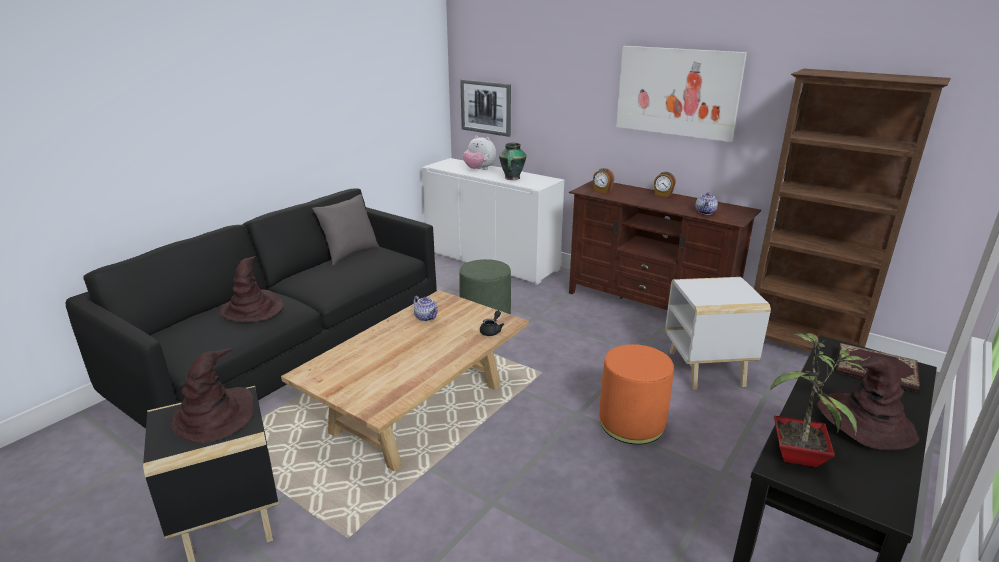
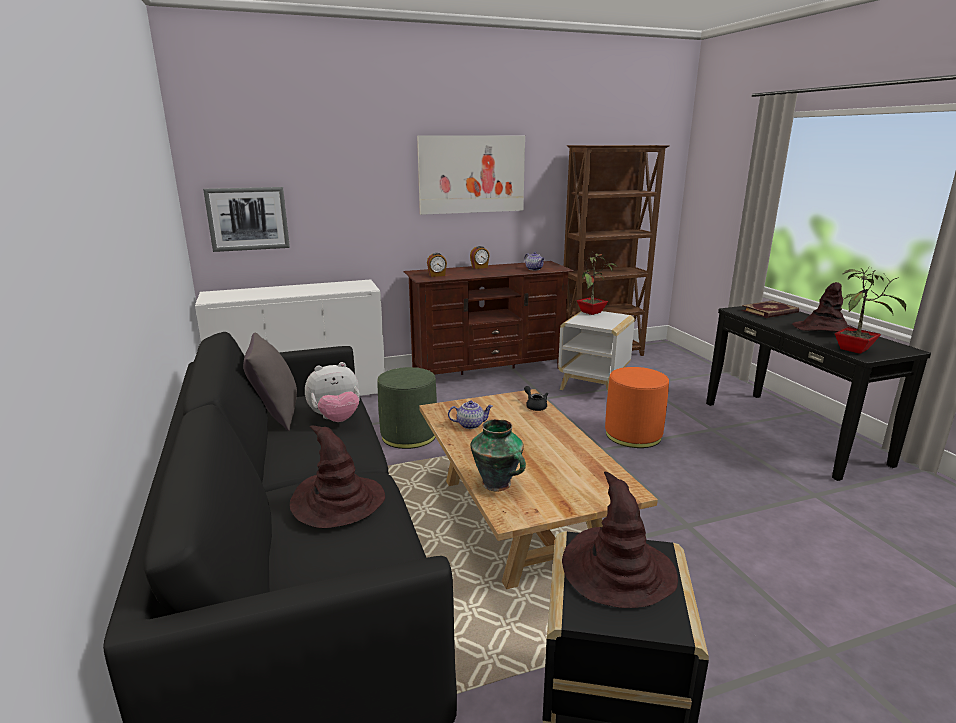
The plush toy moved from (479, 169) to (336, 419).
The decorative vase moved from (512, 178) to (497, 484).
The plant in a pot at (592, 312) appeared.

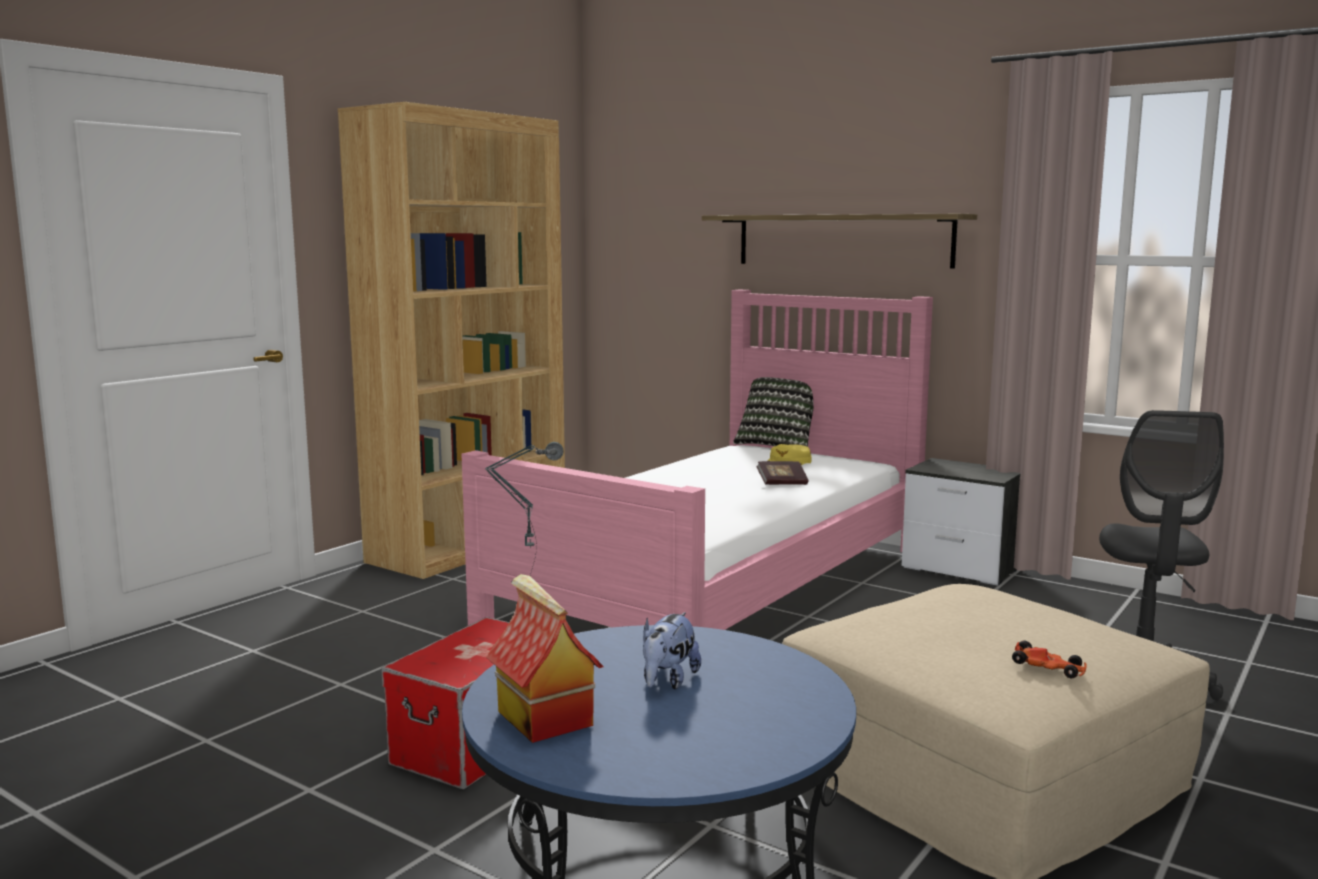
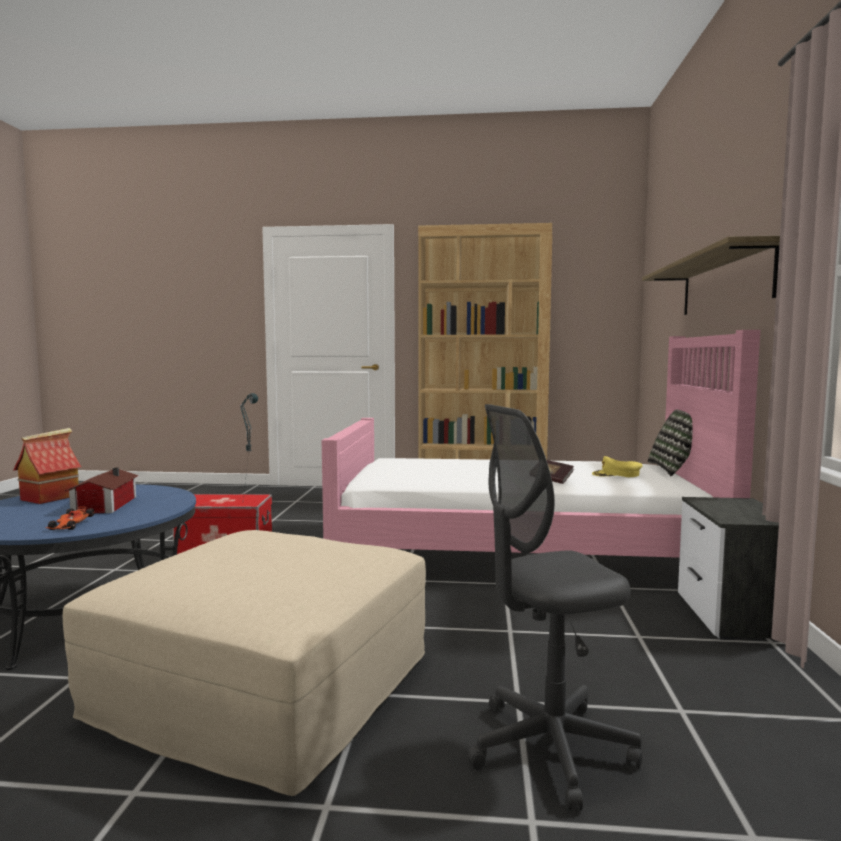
The plush toy at (668, 681) was replaced by the model house at (102, 505).
The model car moved from (1049, 668) to (70, 525).

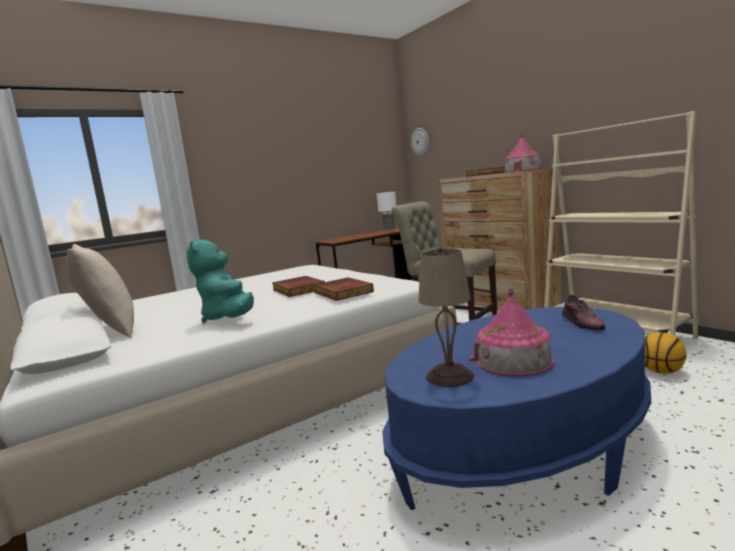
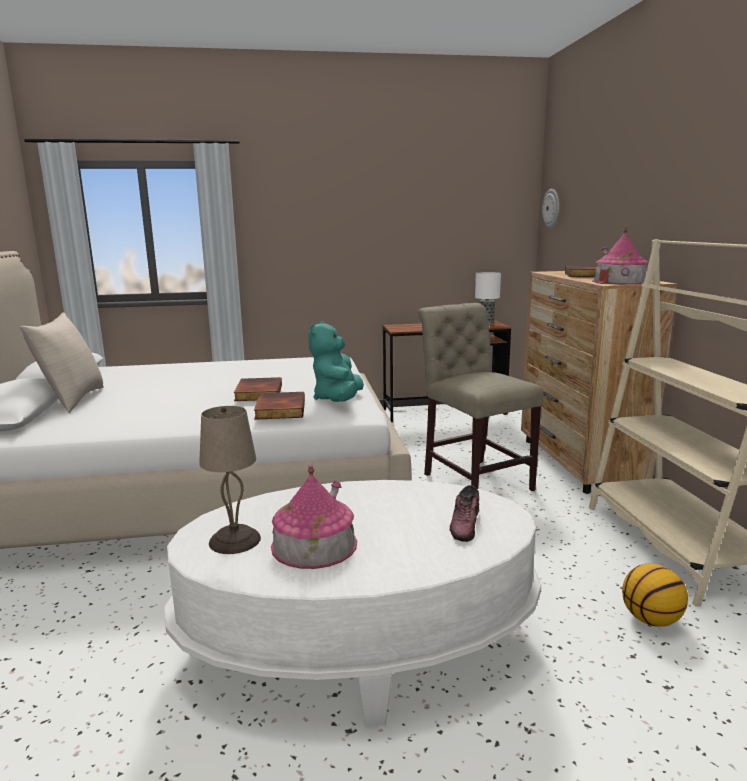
The plush toy/turquoise-coloured moved from (229, 318) to (338, 400).
The lounge table/bluish at (523, 448) became the lounge table/white at (359, 642).

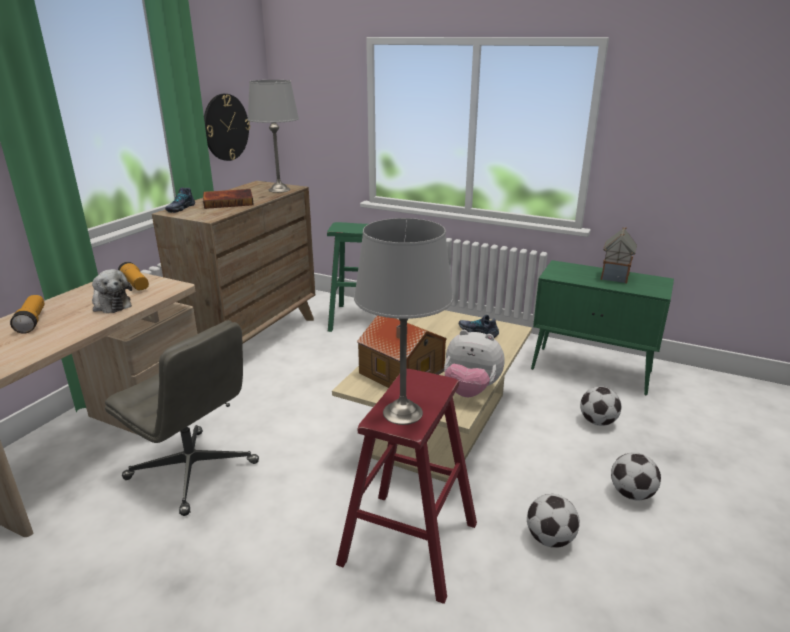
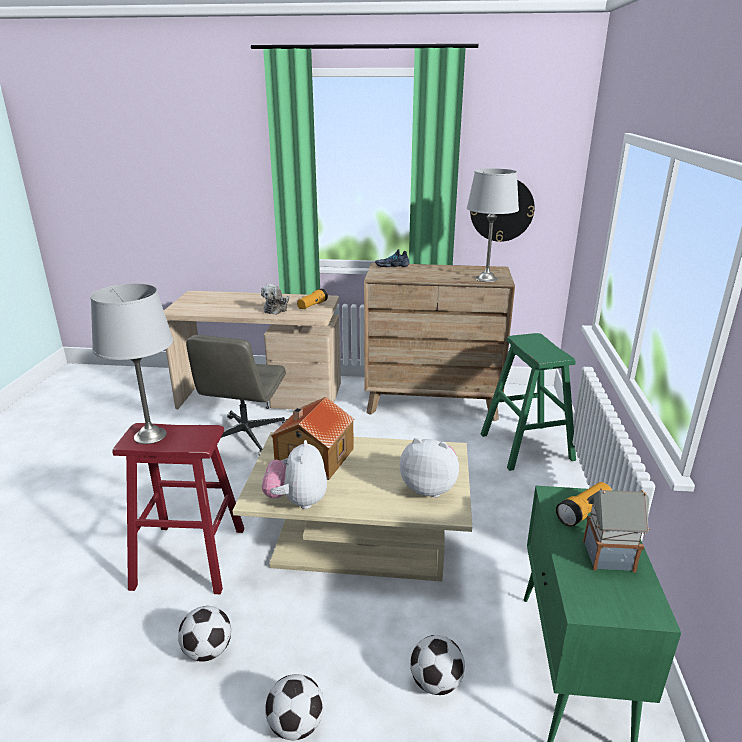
The book at (229, 202) disappeared.
The hand torch moved from (32, 322) to (583, 512).
The low shoe at (478, 331) was replaced by the plush toy at (429, 488).

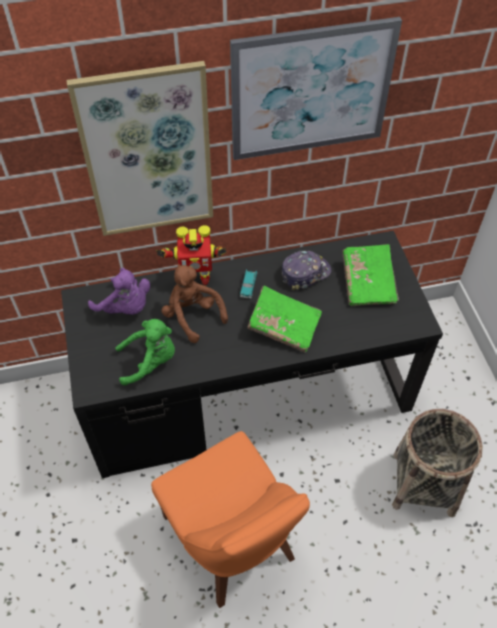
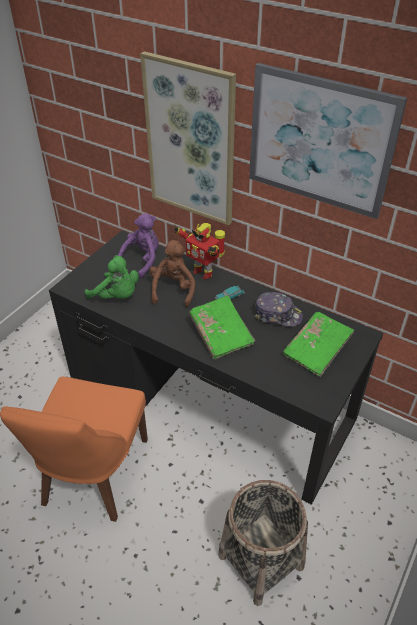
The plush toy/purple at (125, 307) turned 135 degrees counterclockwise.

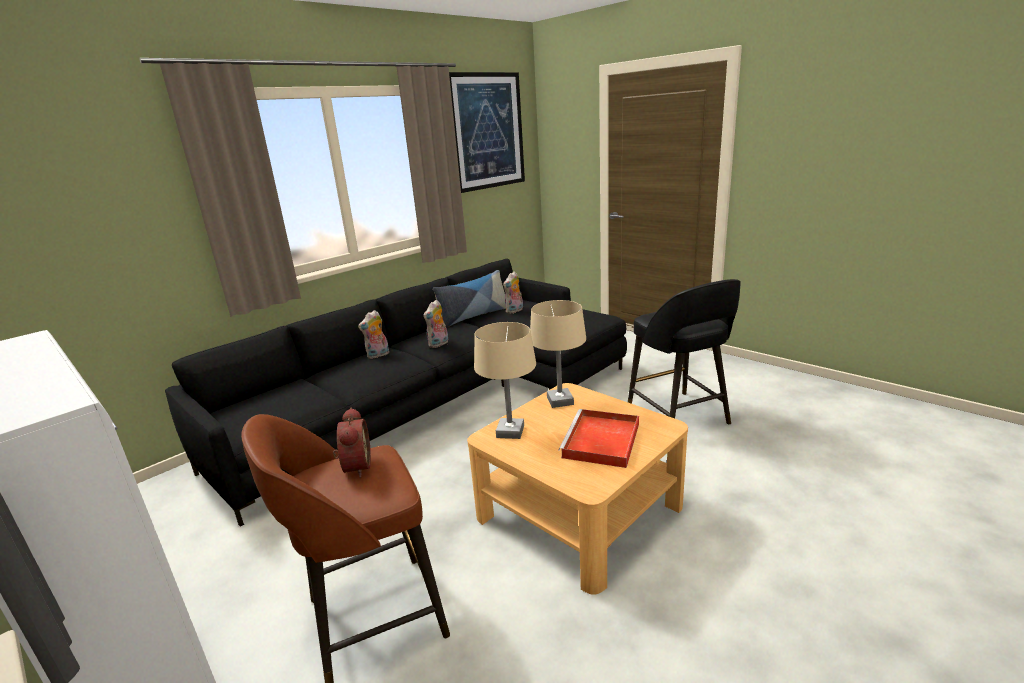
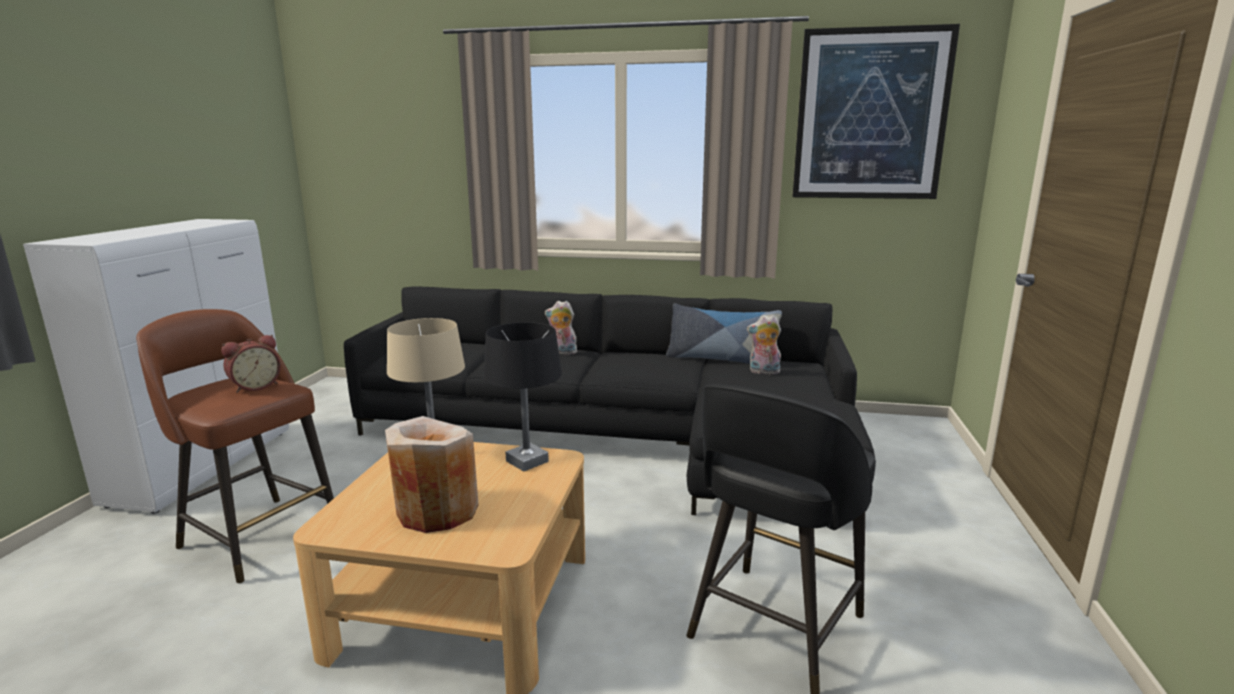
The plush toy at (439, 344) disappeared.
The tabletop lamp/sand-coloured at (560, 401) became the tabletop lamp/blackish at (527, 461).
The serving tray/red-coloured at (601, 442) was replaced by the decorative vase/sand-coloured at (437, 511).

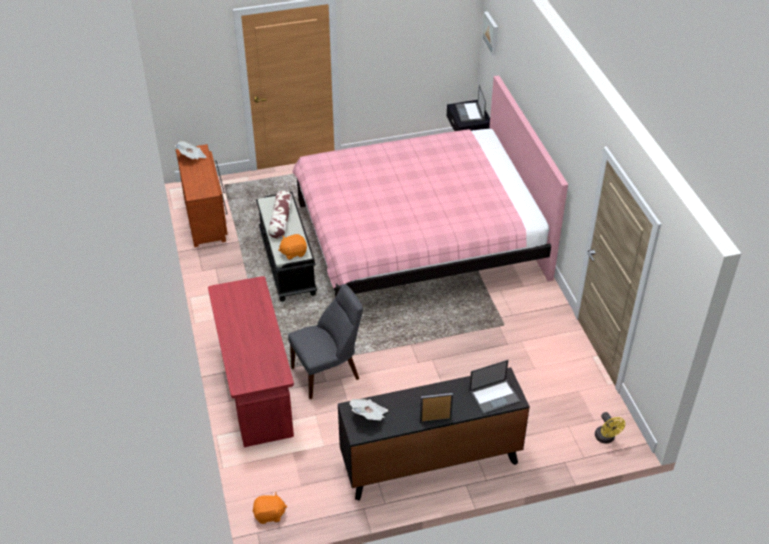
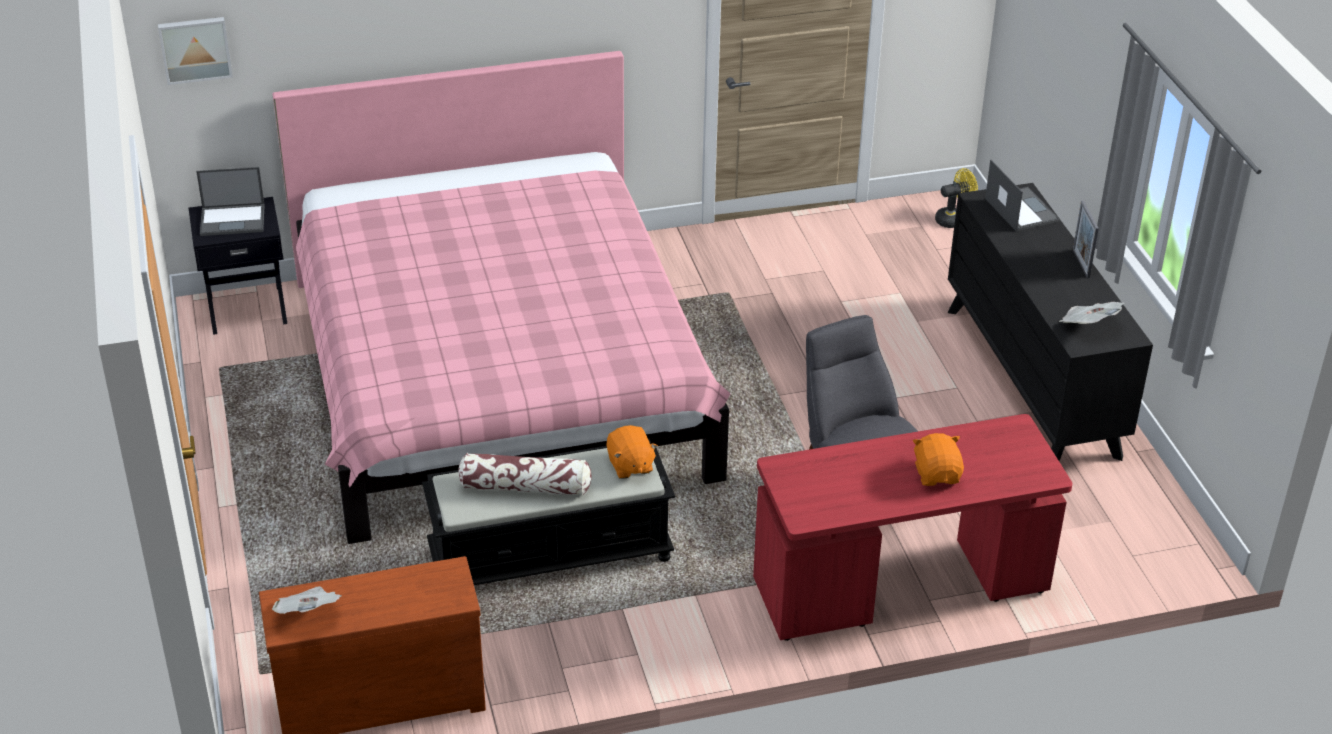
The plush toy/orange moved from (269, 515) to (937, 474).

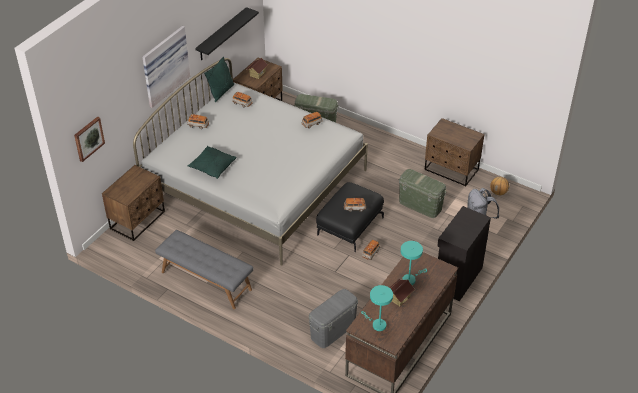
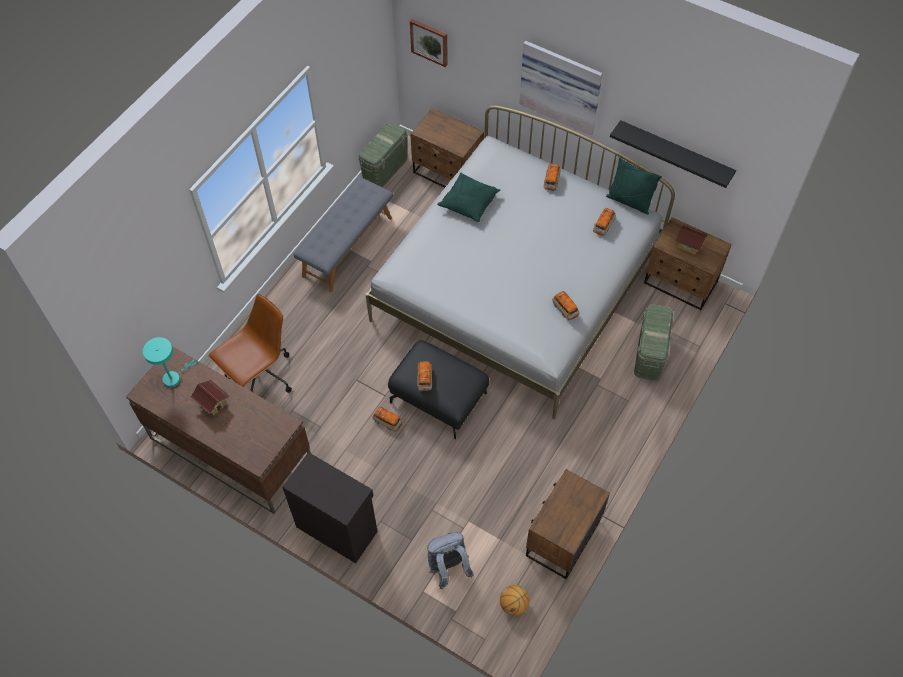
The storage container/green moved from (420, 205) to (385, 169).
The tabletop lamp/turquoise-coloured at (410, 279) disappeared.
The storage container/gray at (333, 330) was replaced by the office chair/brown-coloured at (260, 377).

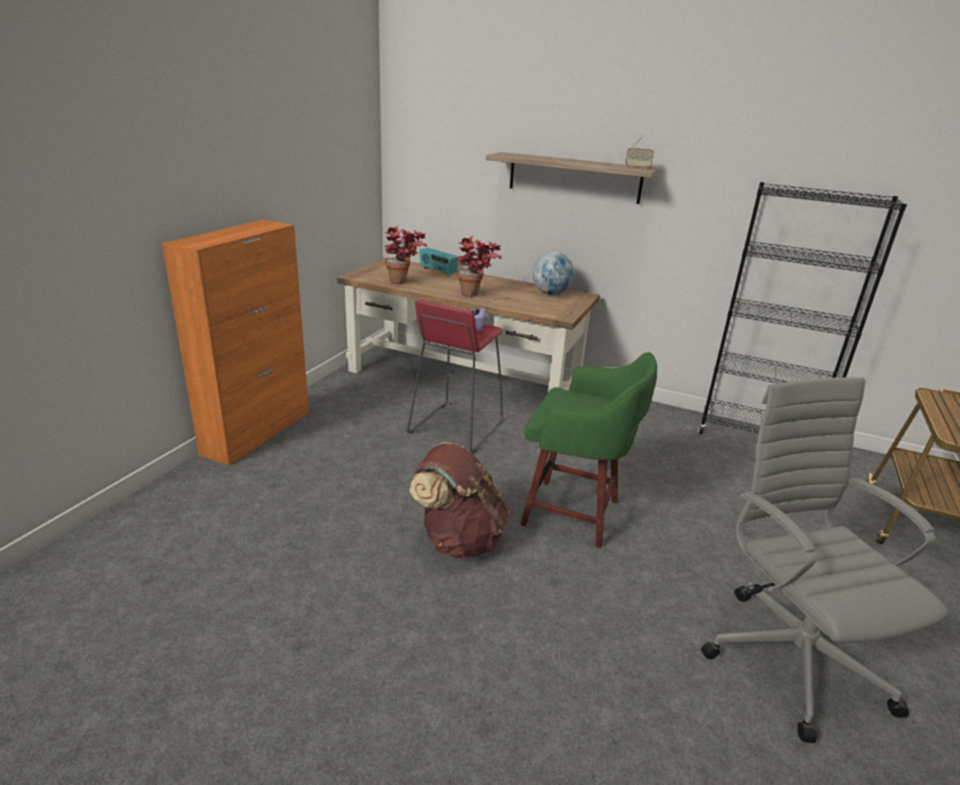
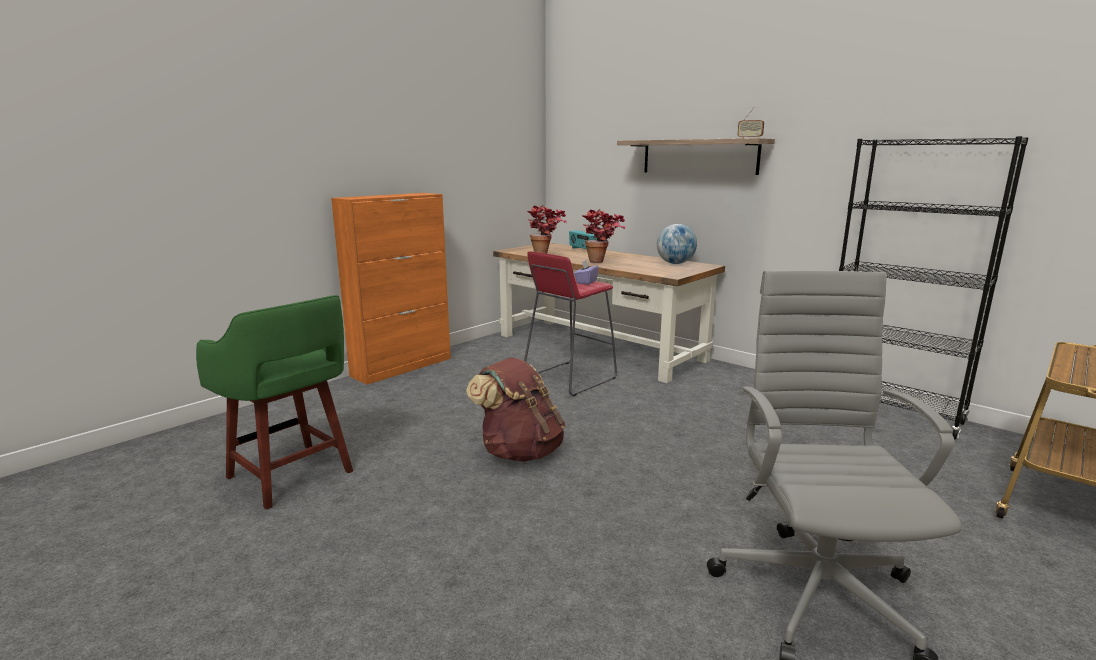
The stool seat/green moved from (574, 513) to (292, 476).

